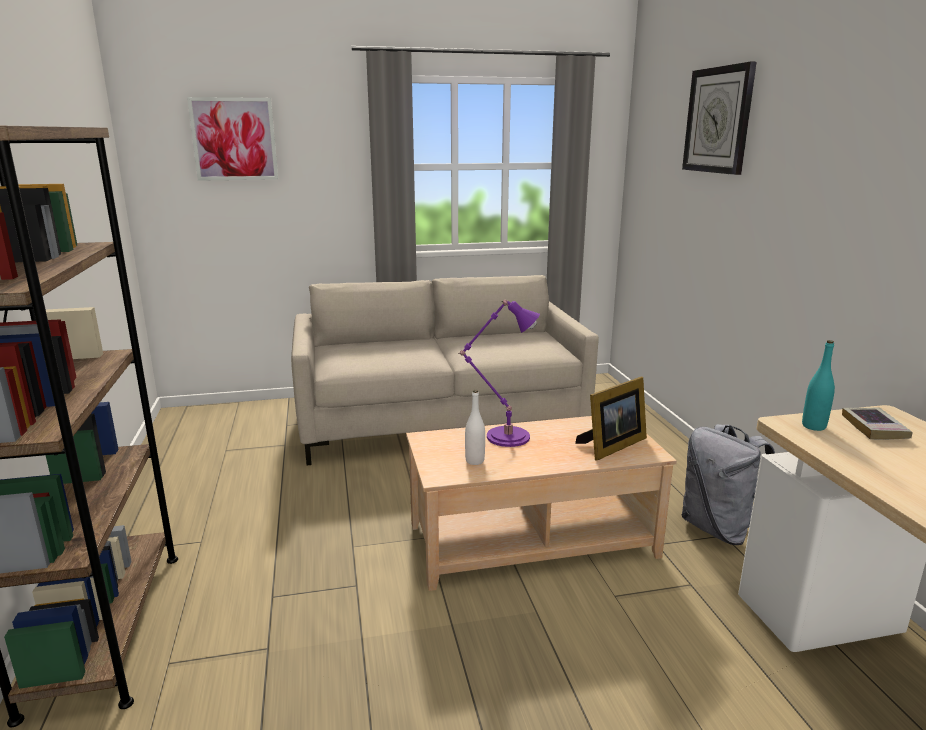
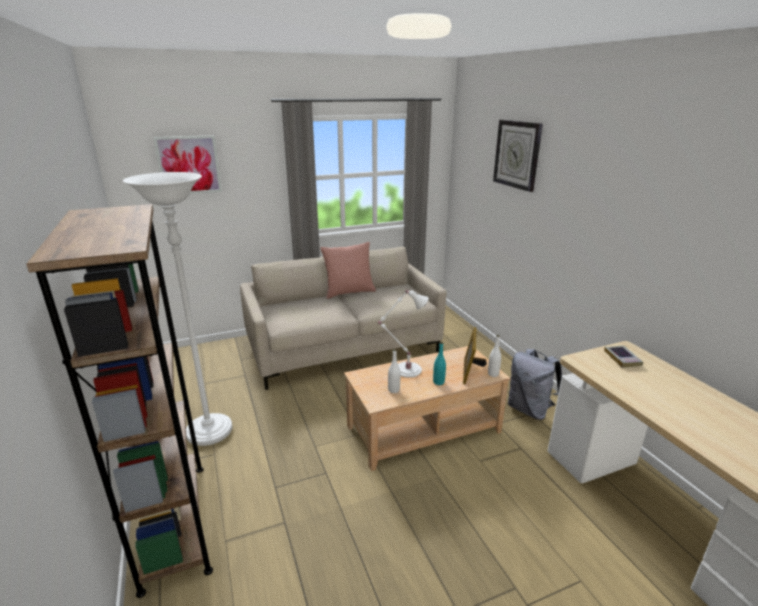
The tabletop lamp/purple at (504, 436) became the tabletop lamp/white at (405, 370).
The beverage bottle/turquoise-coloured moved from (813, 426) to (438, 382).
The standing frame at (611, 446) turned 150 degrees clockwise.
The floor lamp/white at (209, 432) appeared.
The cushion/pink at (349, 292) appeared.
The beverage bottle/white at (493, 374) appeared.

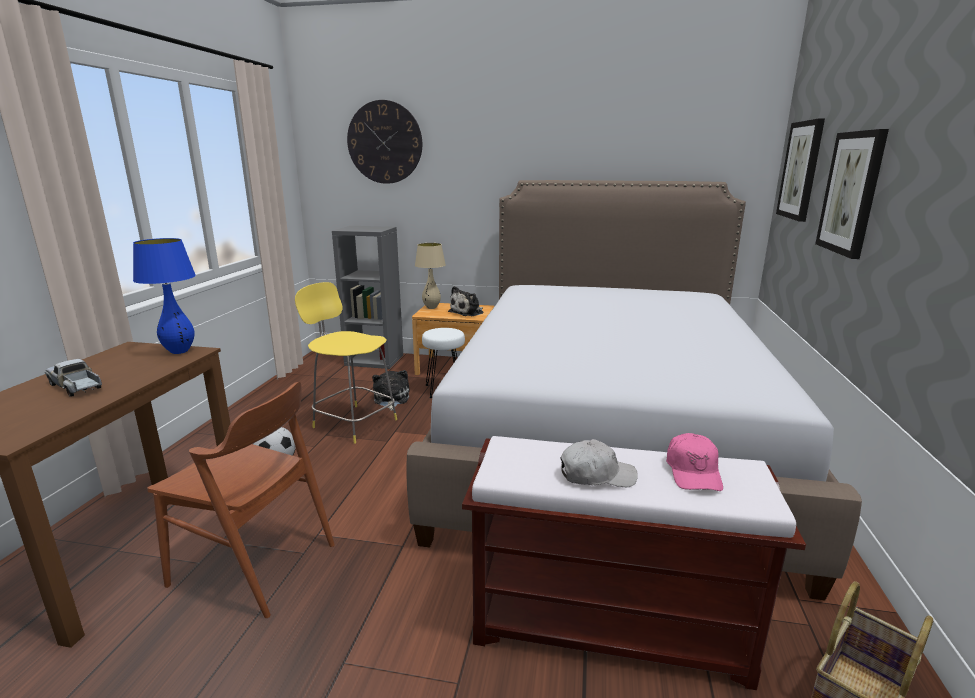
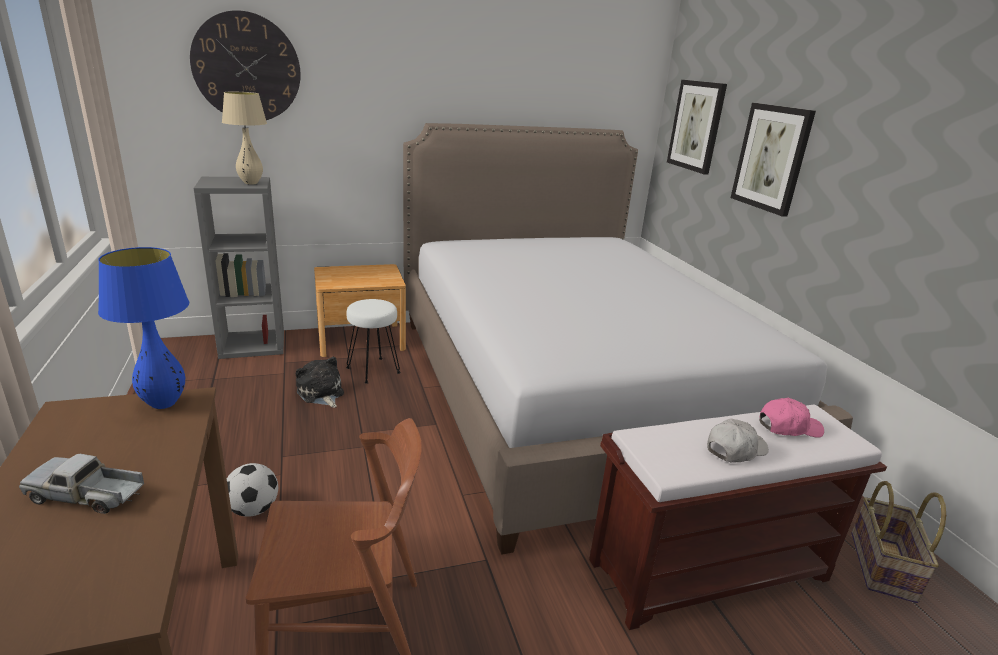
The tabletop lamp/sand-coloured moved from (431, 308) to (251, 183).
The stool seat/yellow-coloured at (353, 422) disappeared.
The plush toy at (468, 312) disappeared.
The peaked cap/pink at (693, 472) turned 75 degrees counterclockwise.

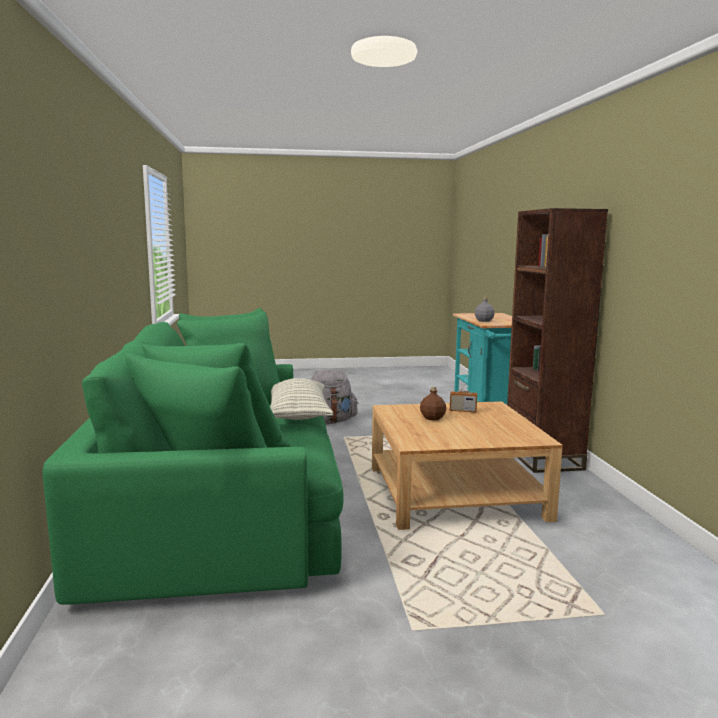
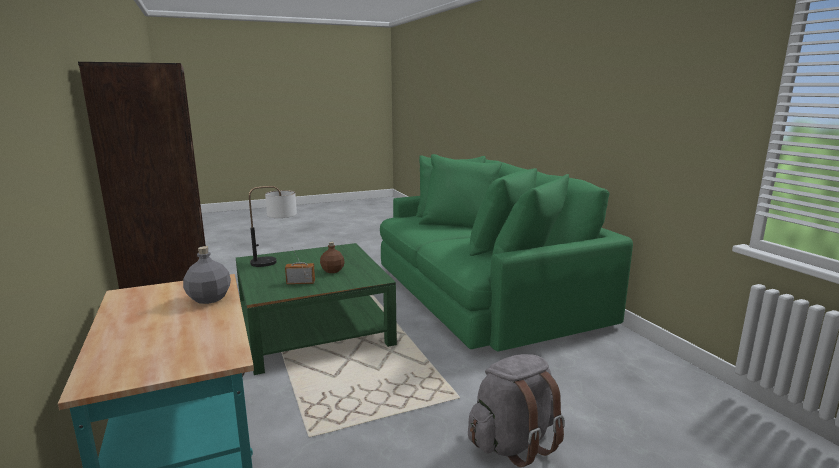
The cushion at (298, 415) disappeared.
The lounge table/sand-coloured at (455, 492) became the lounge table/green at (314, 329).
The tabletop lamp at (276, 261) appeared.

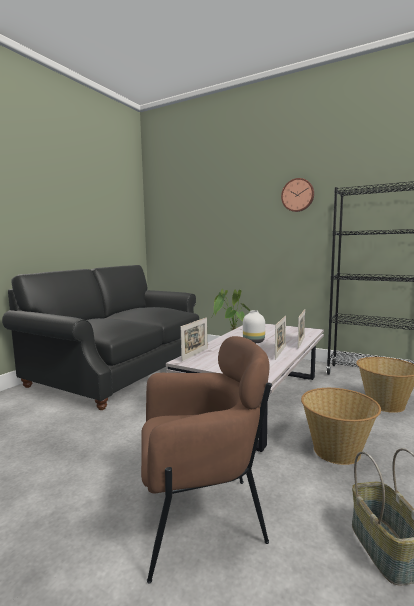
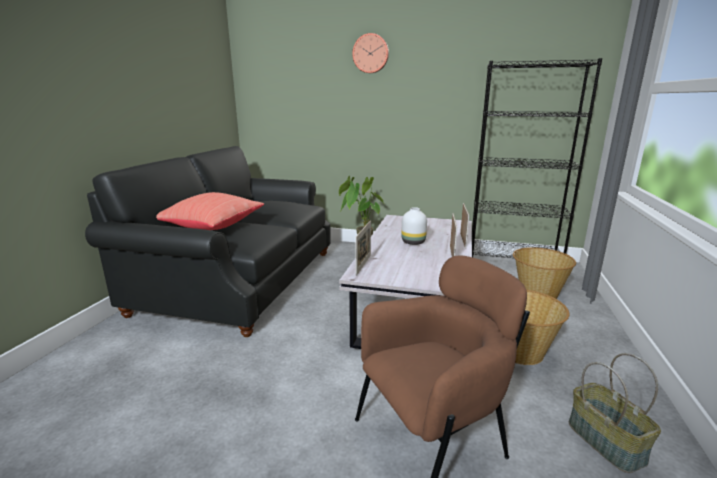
The hanging clock moved from (298, 195) to (371, 53).
The cushion/red-coloured at (212, 226) appeared.

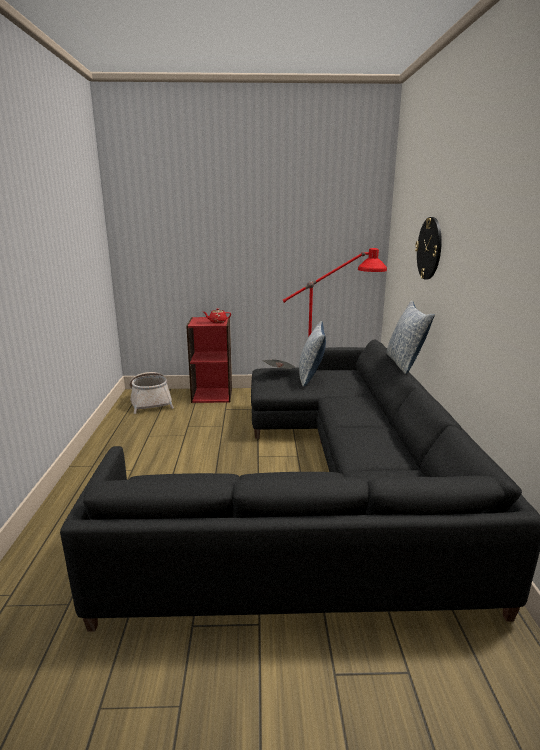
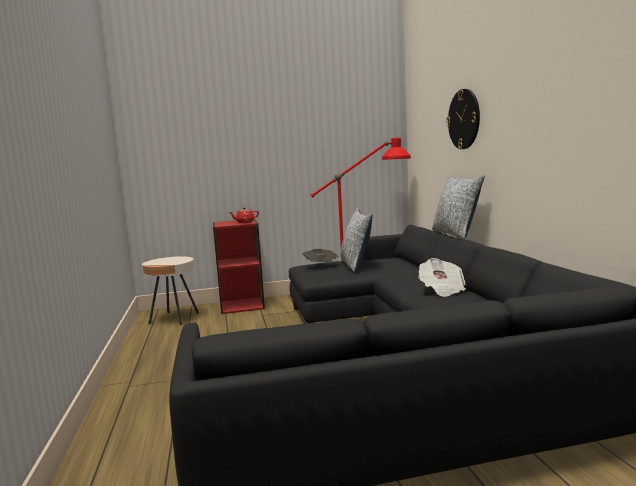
The household basket at (150, 401) was replaced by the side table/sand-coloured at (174, 318).
The printed paper at (442, 290) appeared.

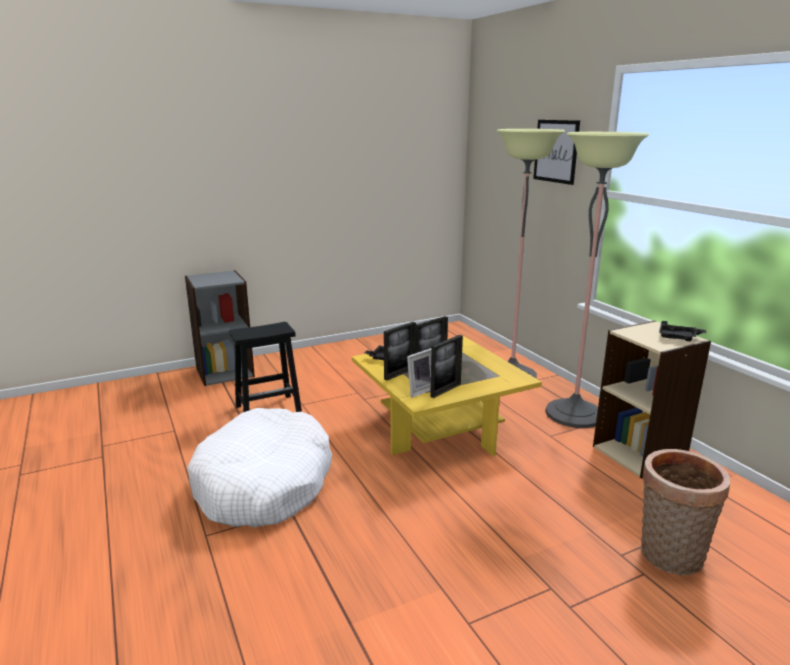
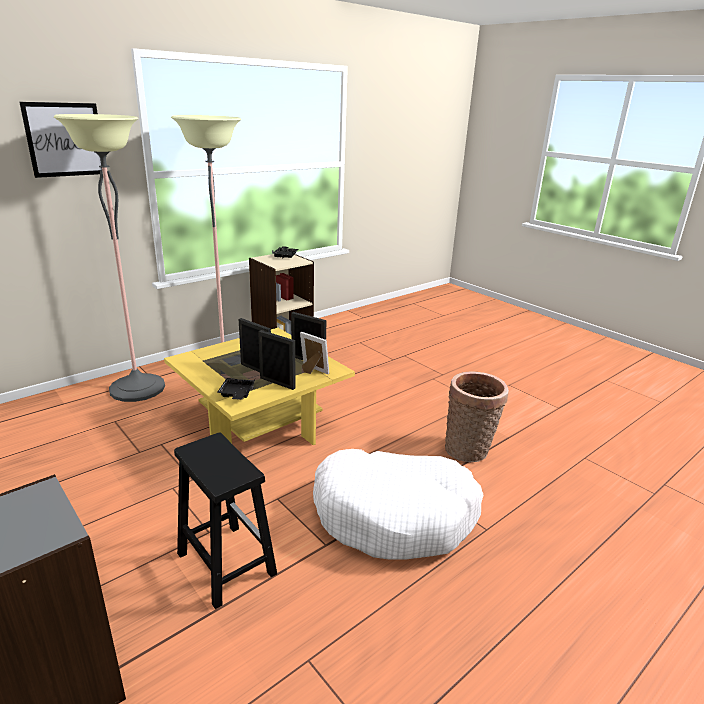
The household basket moved from (669, 557) to (469, 451).

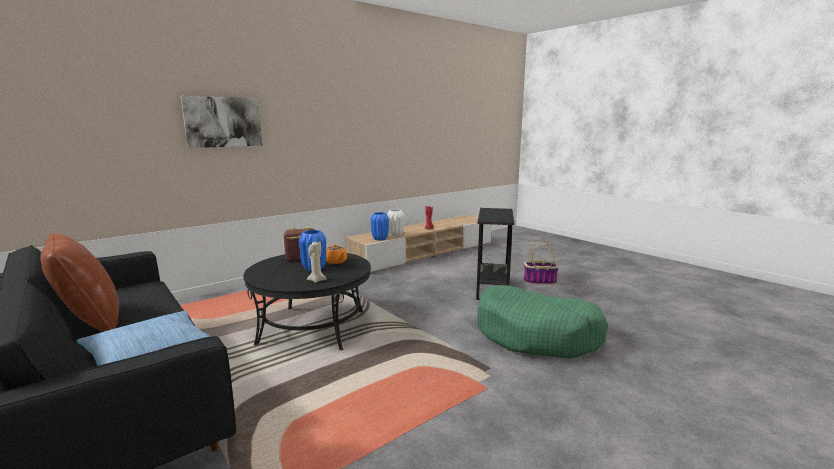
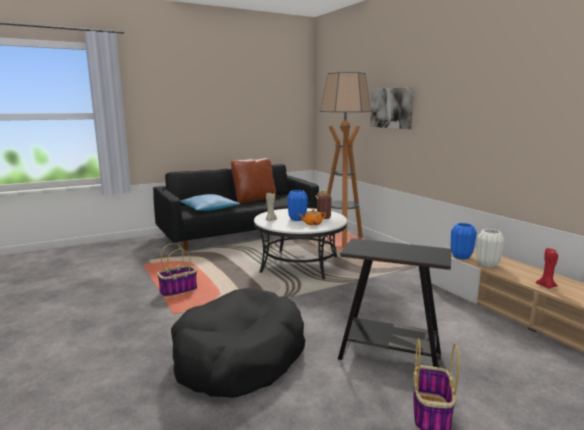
The lounge table/blackish at (312, 327) became the lounge table/white at (300, 264).
The dog cushion/green at (536, 335) became the dog cushion/blackish at (239, 357).
The floor lamp at (341, 240) appeared.
The household basket at (178, 290) appeared.

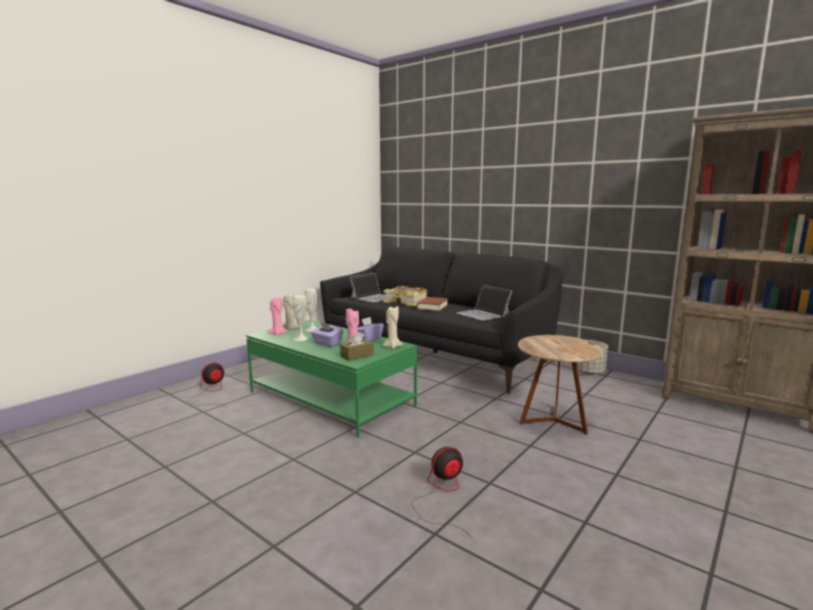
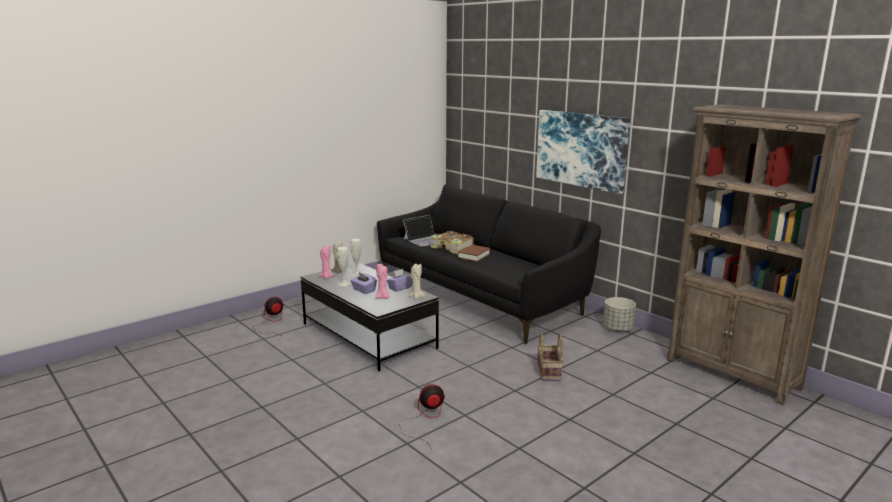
The notebook computer at (483, 314) disappeared.
The lounge table/green at (331, 398) became the lounge table/blackish at (368, 336).
The tissue box/brown-coloured at (357, 356) disappeared.
The side table/brown-coloured at (554, 421) was replaced by the household basket at (549, 372).
The wall art at (581, 149) appeared.

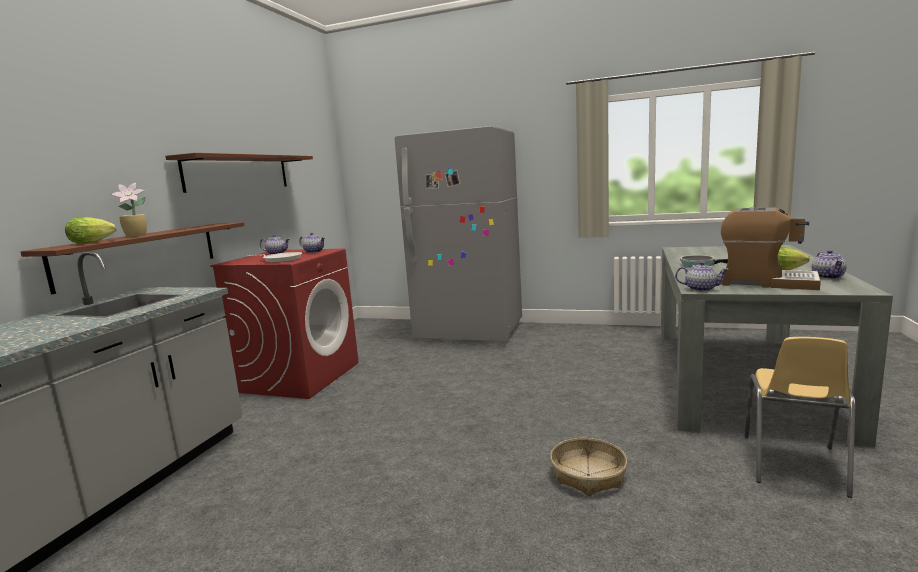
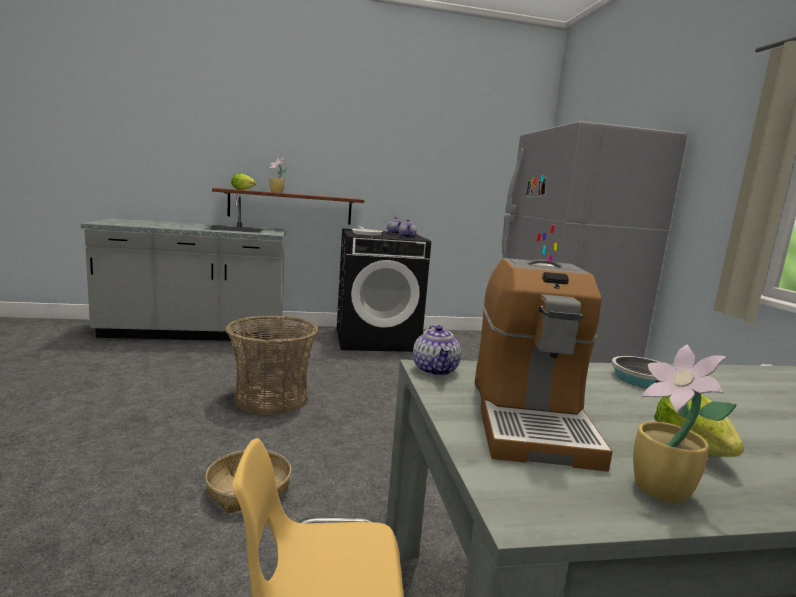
The shelf/brown-coloured at (238, 173) disappeared.
The laundry appliance/red-coloured at (300, 376) became the laundry appliance/blackish at (377, 339).
The teapot at (828, 277) was replaced by the plant in a pot at (662, 491).
The household basket at (271, 398) appeared.

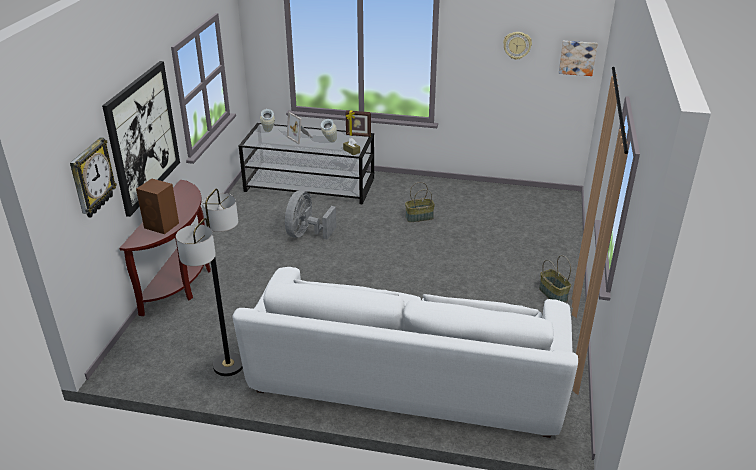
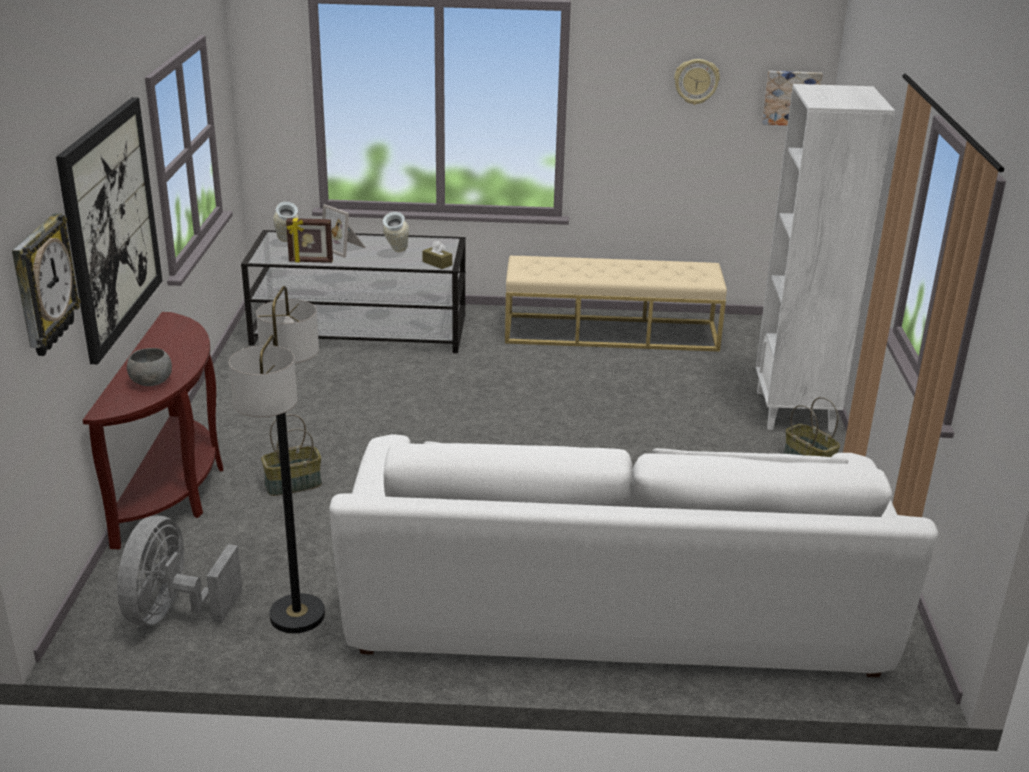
The standing frame moved from (358, 135) to (310, 261).
The loudspeaker/brown-coloured at (162, 226) was replaced by the bowl/gray at (152, 381).
The household basket moved from (419, 217) to (293, 485).
The cooling fan/gray moved from (306, 234) to (173, 613).
The bookcase/white at (795, 411) appeared.
The bench/sand-coloured at (611, 333) appeared.

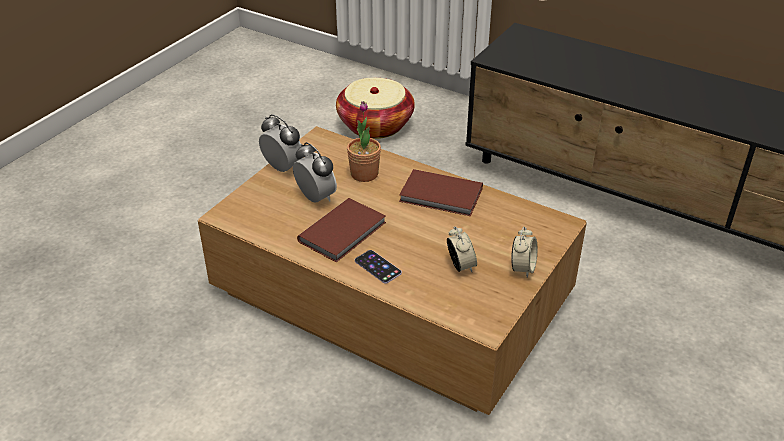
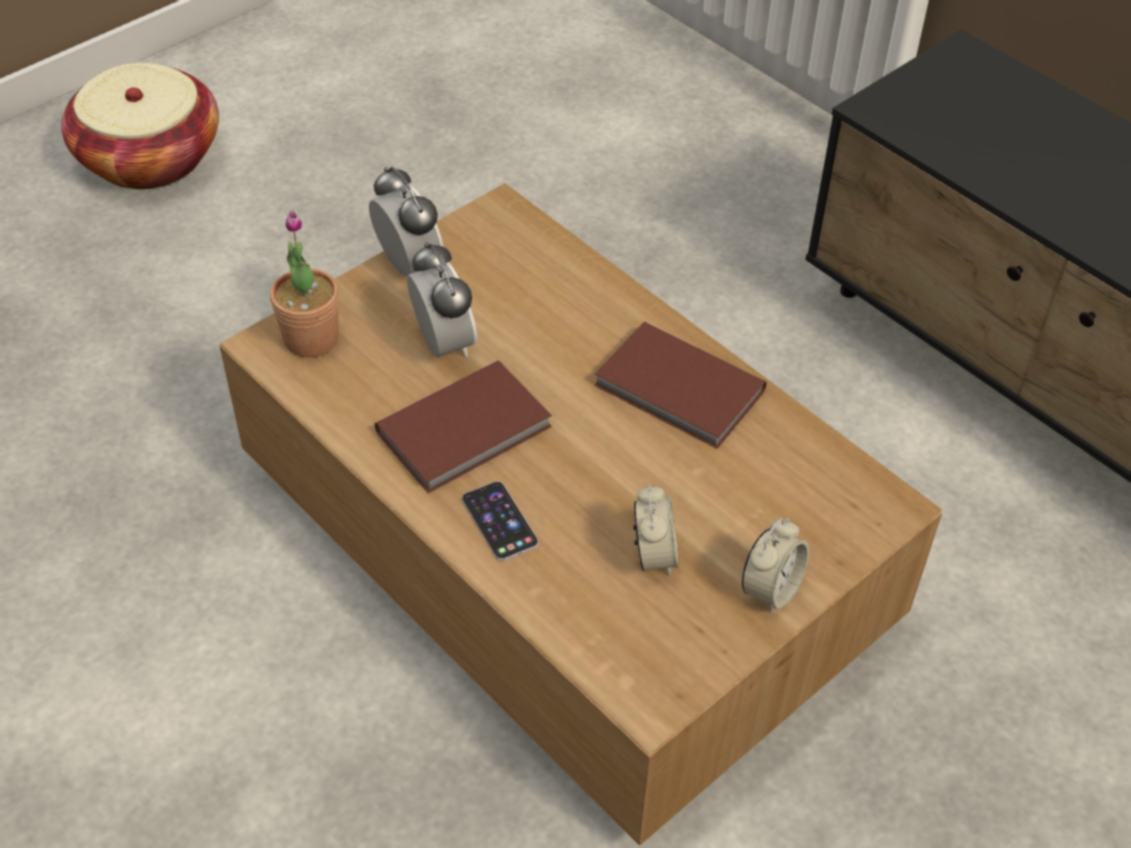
The household basket moved from (375, 125) to (150, 158).
The plant in a pot moved from (364, 174) to (311, 338).

